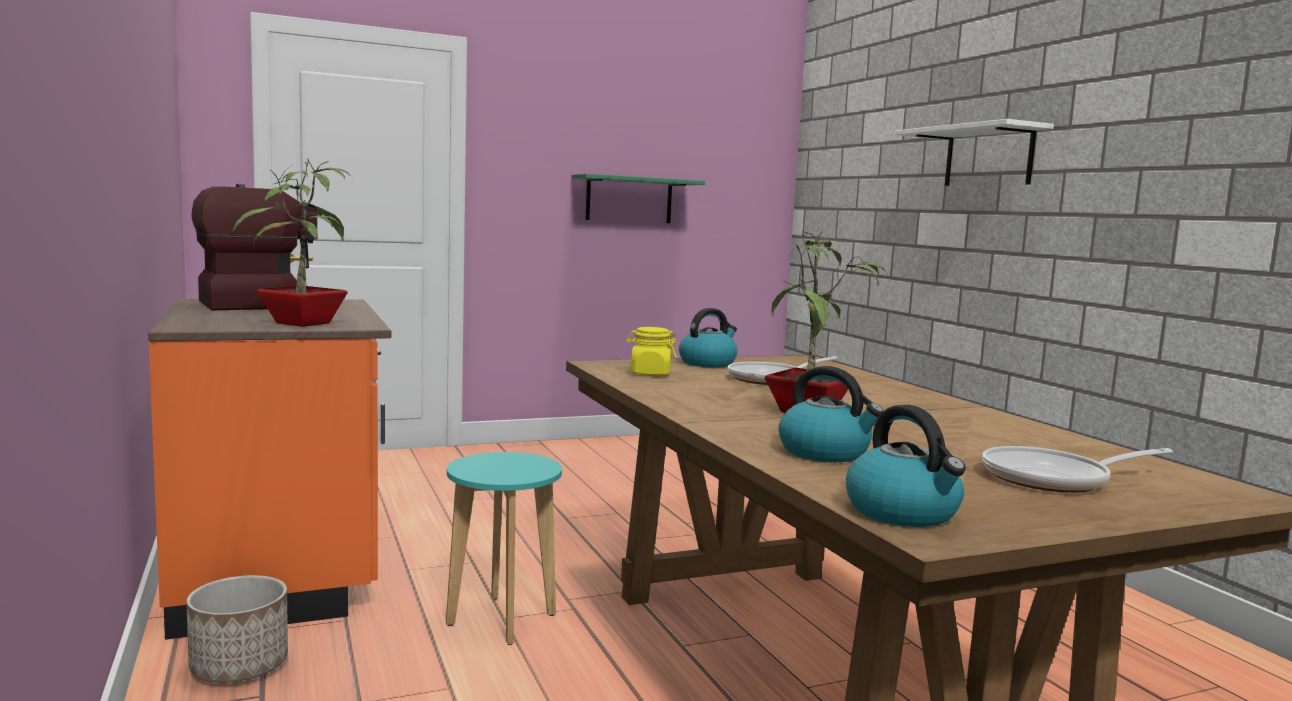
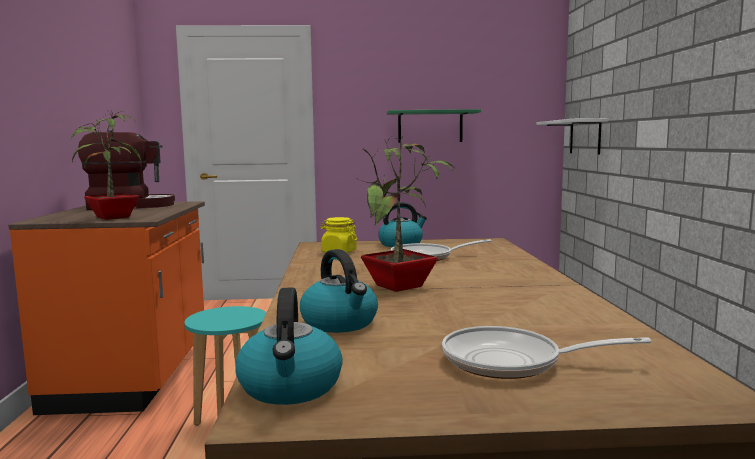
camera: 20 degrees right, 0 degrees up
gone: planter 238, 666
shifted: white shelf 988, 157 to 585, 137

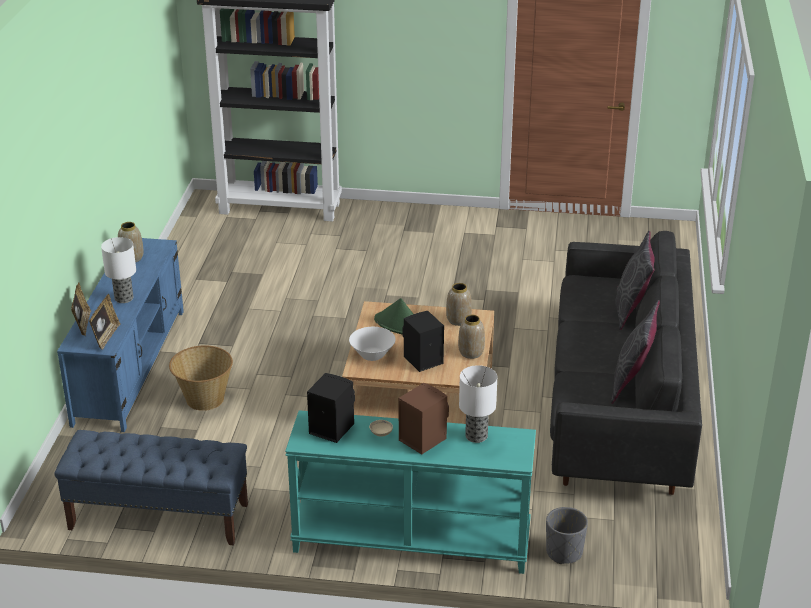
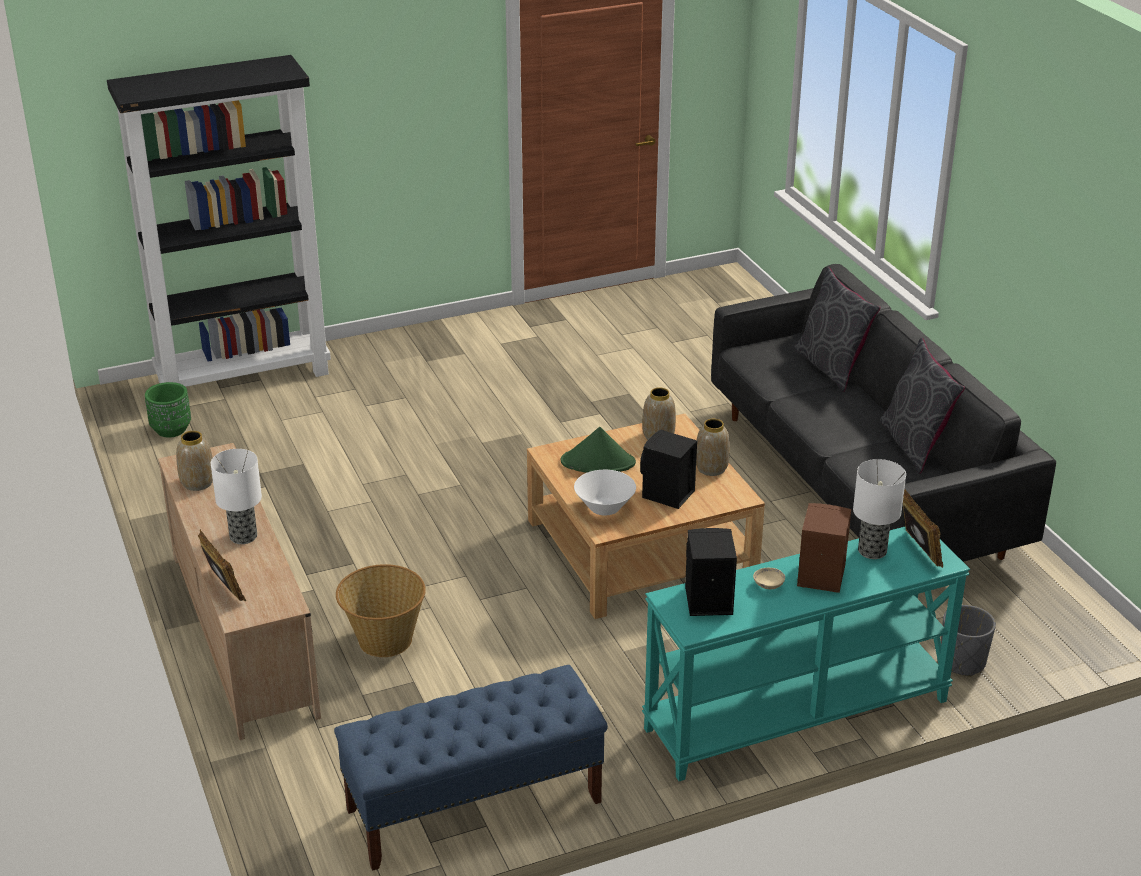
camera: 30 degrees left, 0 degrees up
new: green planter 171, 429
shifted: picture frame 106, 337 to 918, 551
repainted: blue tv stand 130, 365 to beige tv stand 242, 632

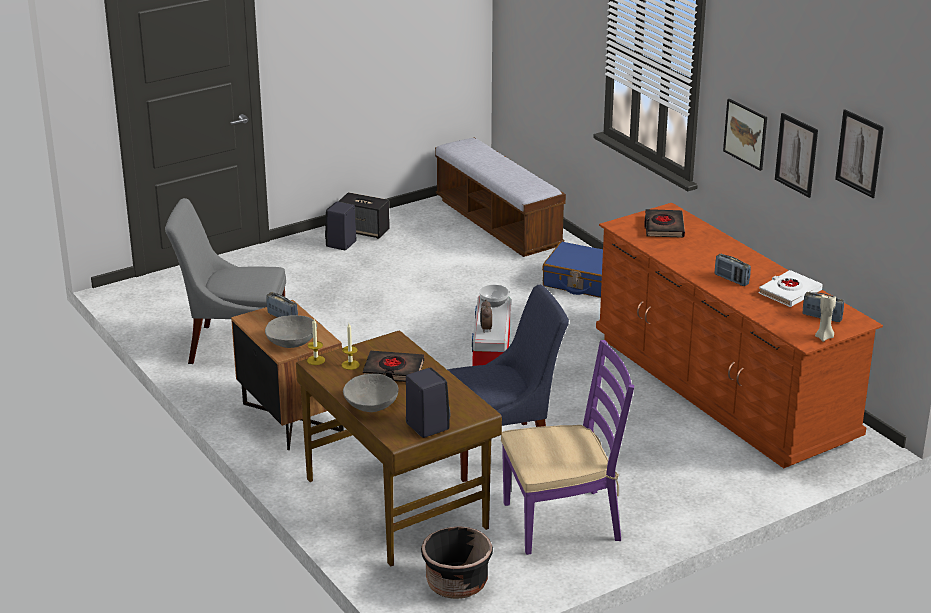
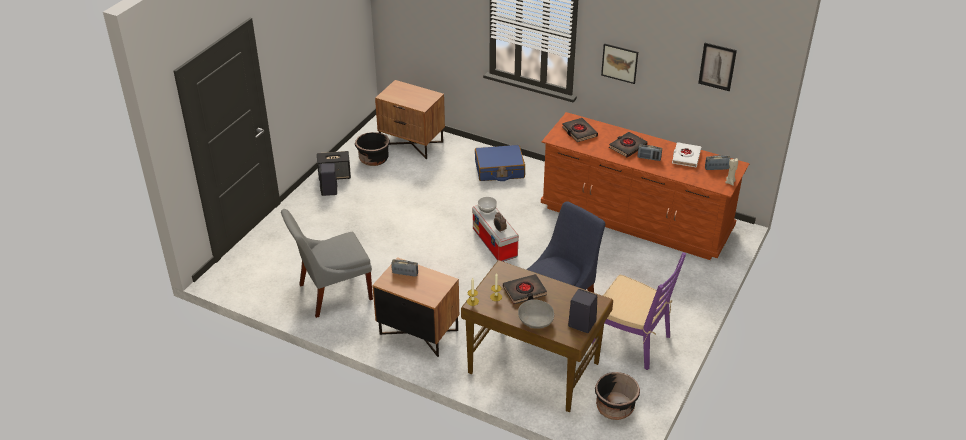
camera: 30 degrees left, 10 degrees up
gone: grey bowl 292, 341; picture 796, 154
new: black planter 373, 159; black book 627, 147
swapped: bench 498, 223 to brown nightstand 412, 143
rotated: purple chair 563, 521 = 632, 341 75 degrees clockwise

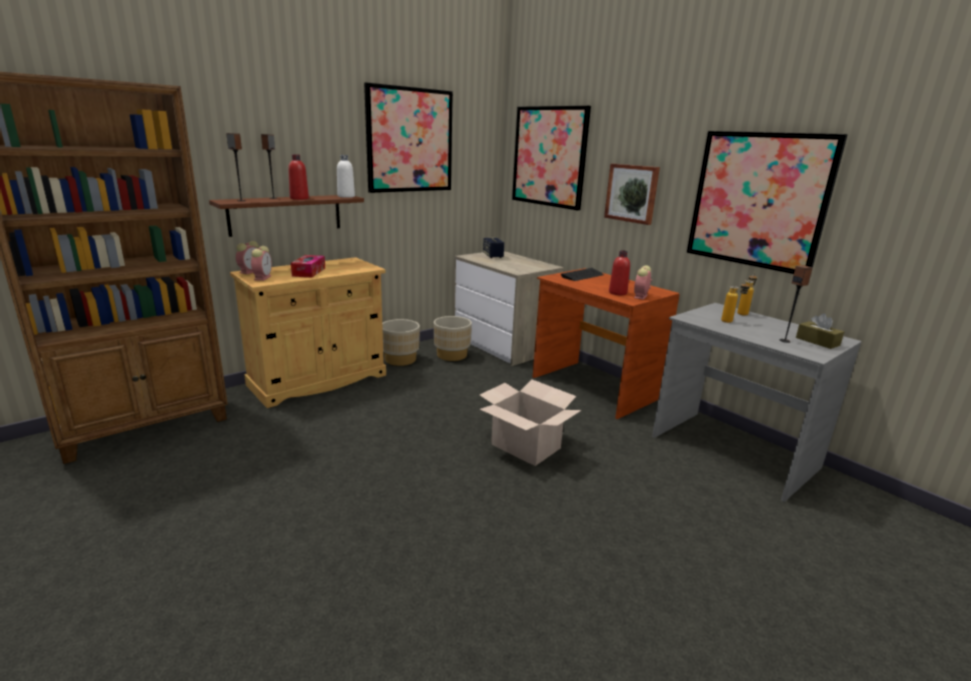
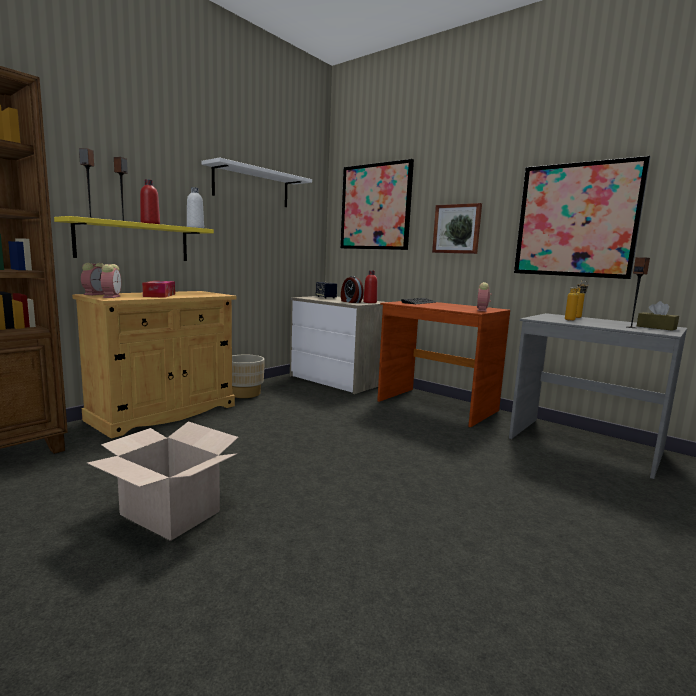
camera: 10 degrees left, 10 degrees down
gone: beige planter 452, 355
new: alarm clock 350, 302
shifted: cardboard box 526, 446 to 171, 513; red bottle 617, 293 to 370, 302
swapped: picture 410, 140 to white shelf 252, 187
repainted: brown shelf 286, 214 to yellow shelf 134, 241

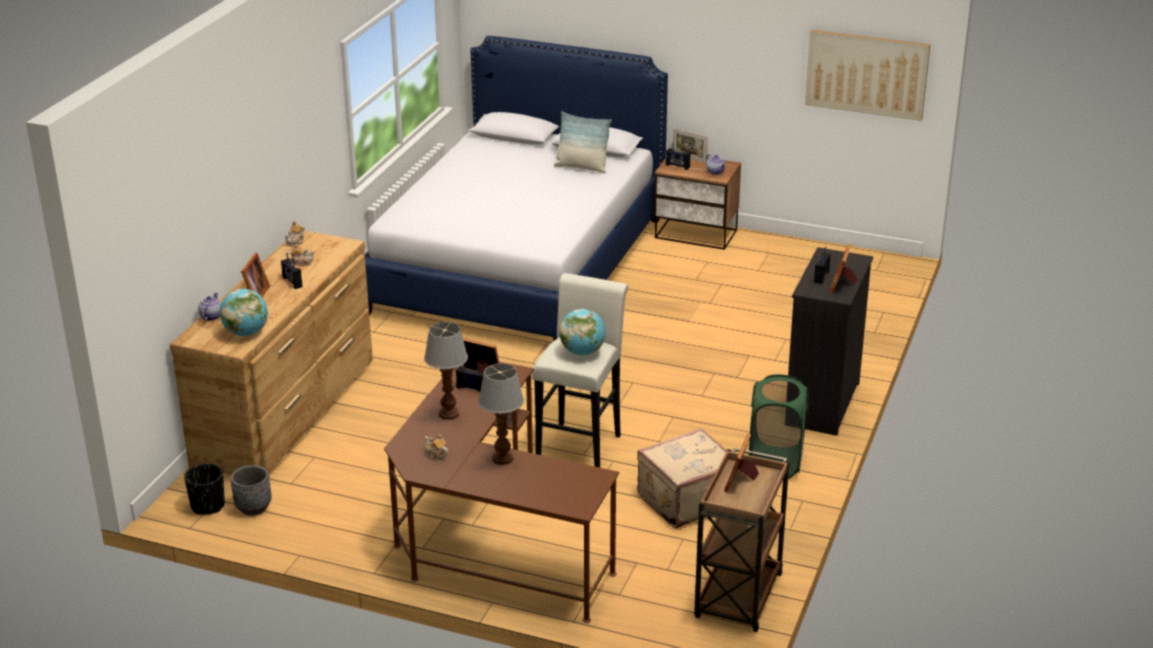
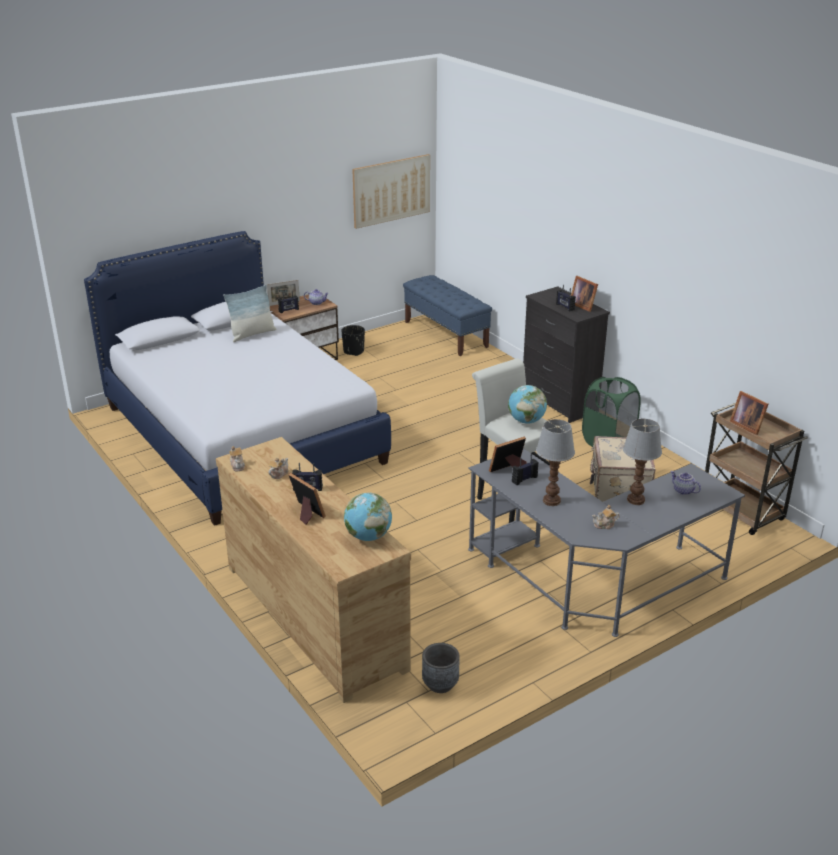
camera: 55 degrees left, 0 degrees up
new: blue bench 446, 334
shifted: black planter 208, 506 to 353, 351; teapot 210, 316 to 683, 491
repainted: brown desk 490, 539 to grey desk 594, 581

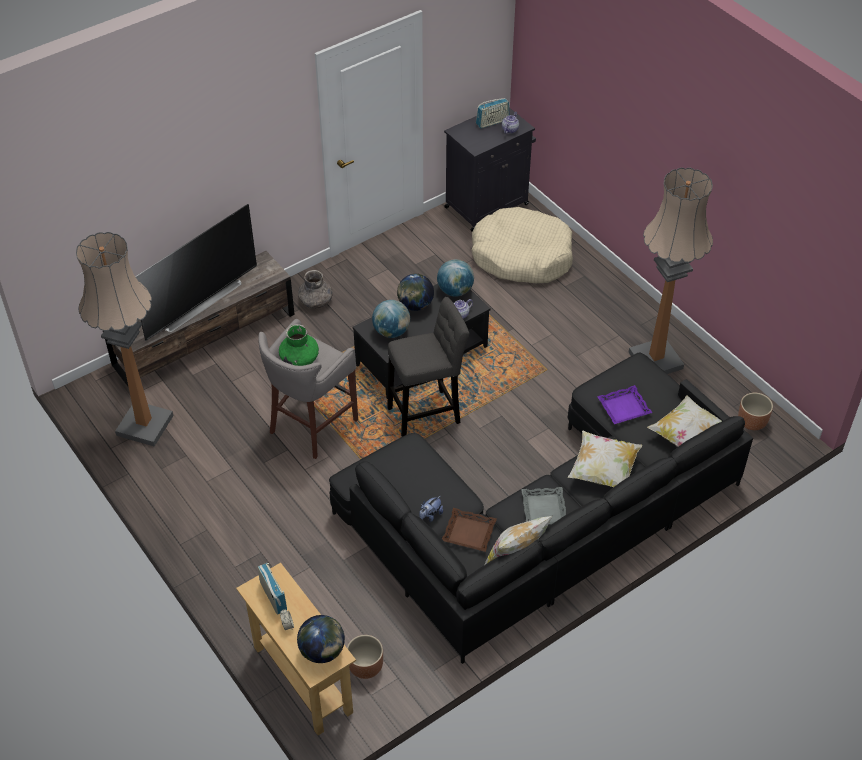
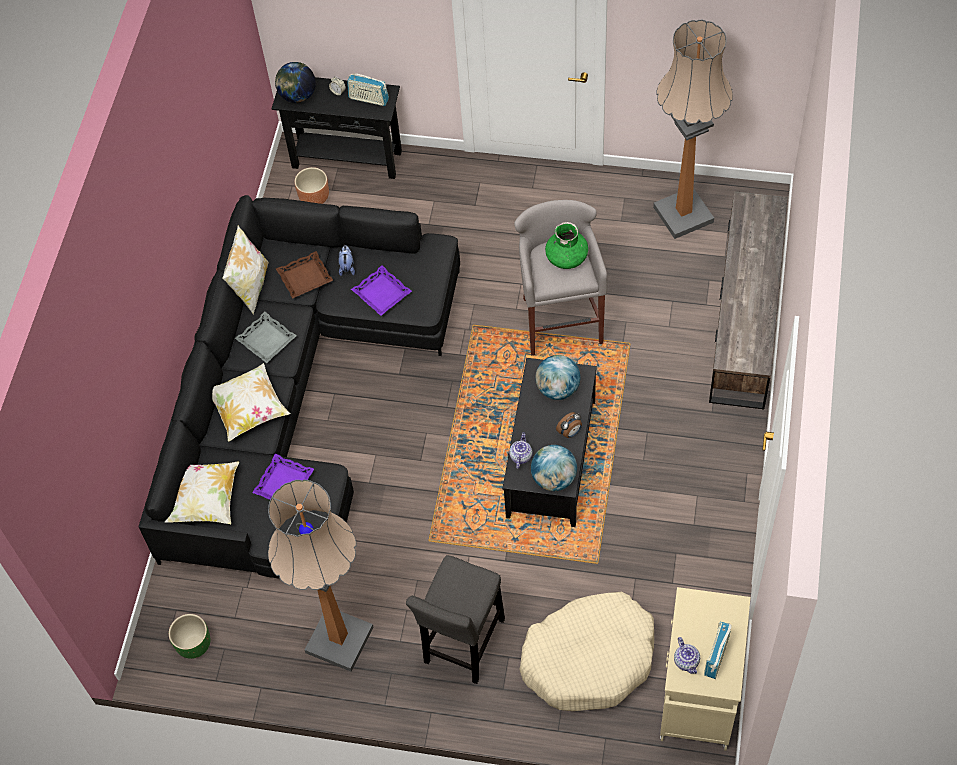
camera: 140 degrees right, 10 degrees up
gone: television 199, 301; grey vase 316, 301
new: purple tray 381, 293
shifted: grey stool 427, 413 to 463, 645
swapped: globe 415, 305 to alarm clock 570, 432
repainted: brown planter 752, 422 to green planter 193, 644; beige console table 302, 679 to black console table 347, 159; black cabinet 488, 205 to beige cabinet 698, 699

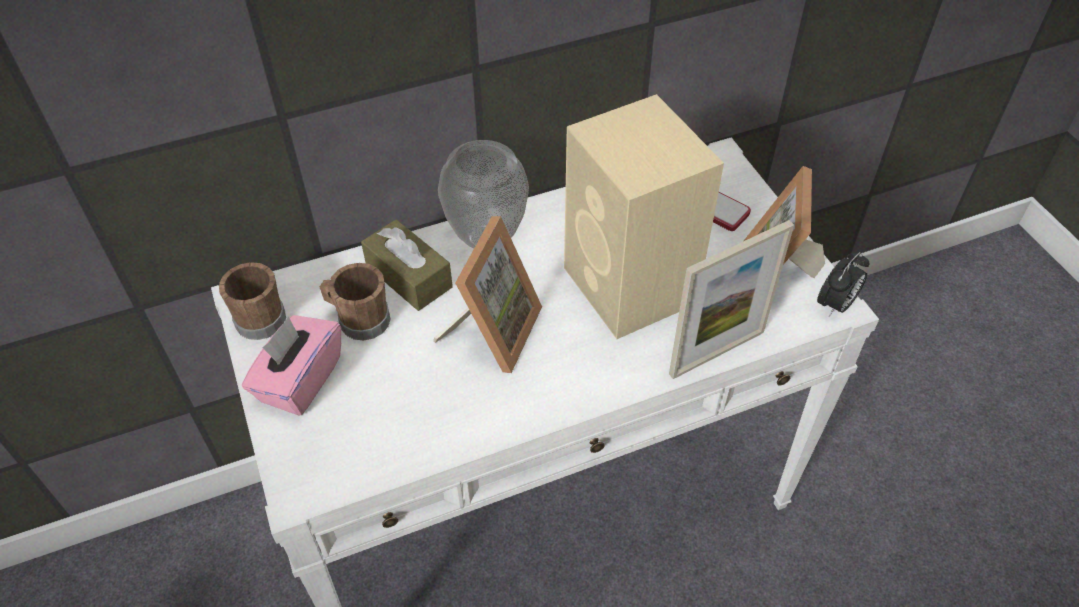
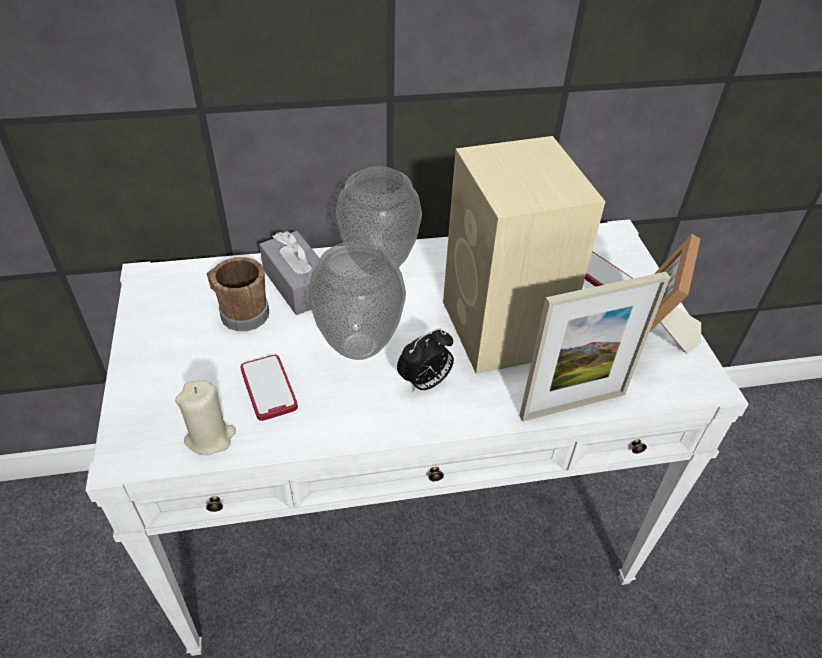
camera: 10 degrees right, 5 degrees down
gone: brown mug 259, 316; pink tissue box 300, 380
new: beige candle 210, 437; phone 269, 388
shifted: alarm clock 836, 305 to 425, 383
swapped: picture frame 492, 331 to vase 358, 345
repainted: brown tissue box 409, 276 to grey tissue box 298, 285

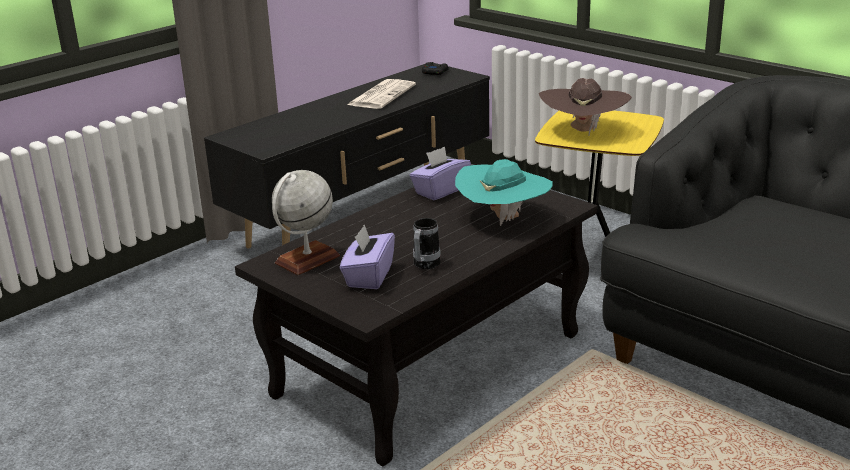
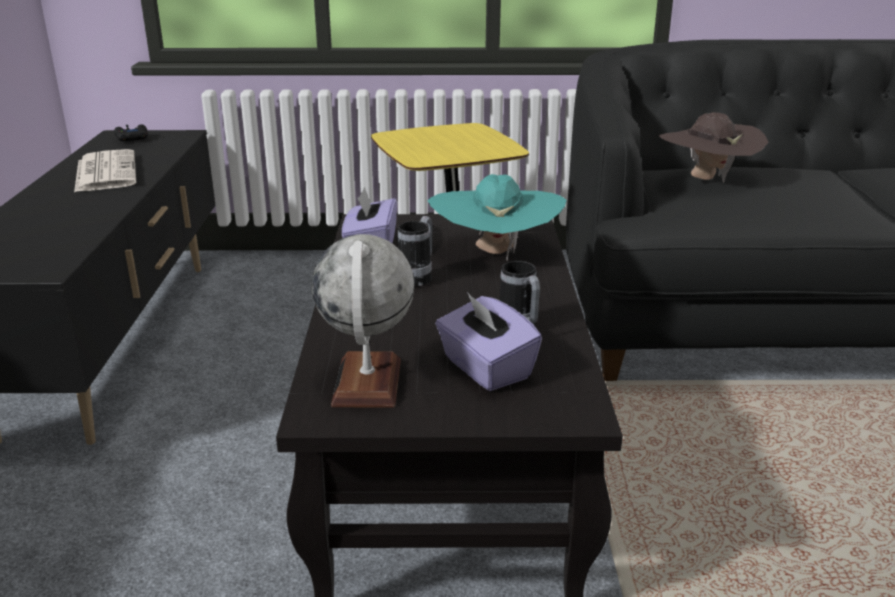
camera: 45 degrees left, 0 degrees up
new: mug 418, 277
shifted: brown hat 583, 131 to 706, 179

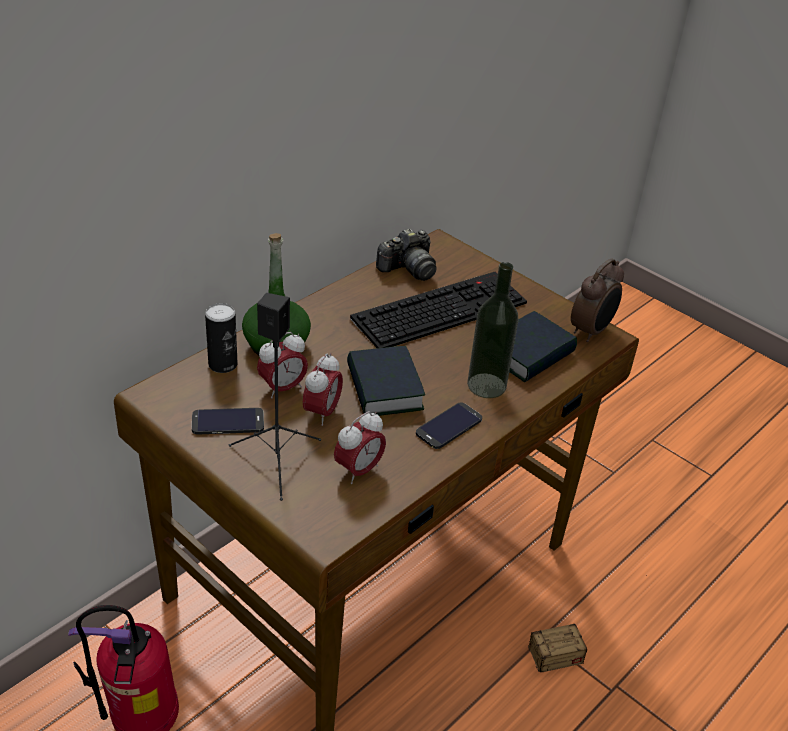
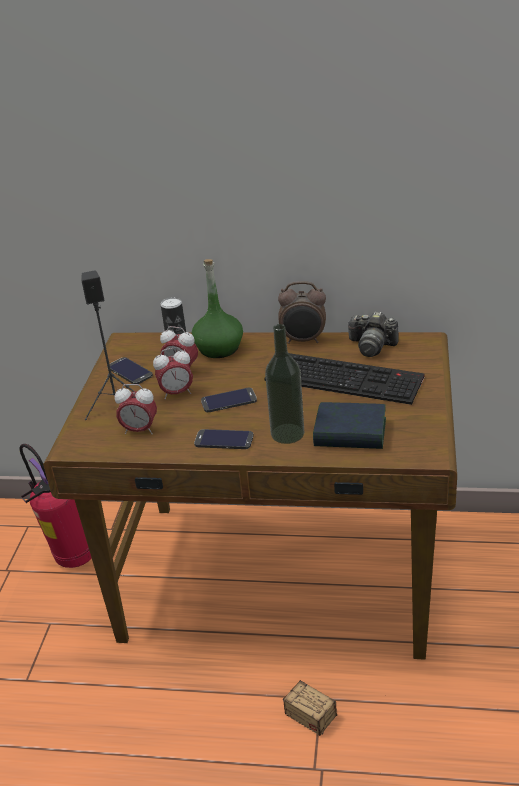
camera: 60 degrees right, 5 degrees down
shifted: alarm clock 591, 331 to 303, 340
swapped: book 384, 389 to phone 229, 400

